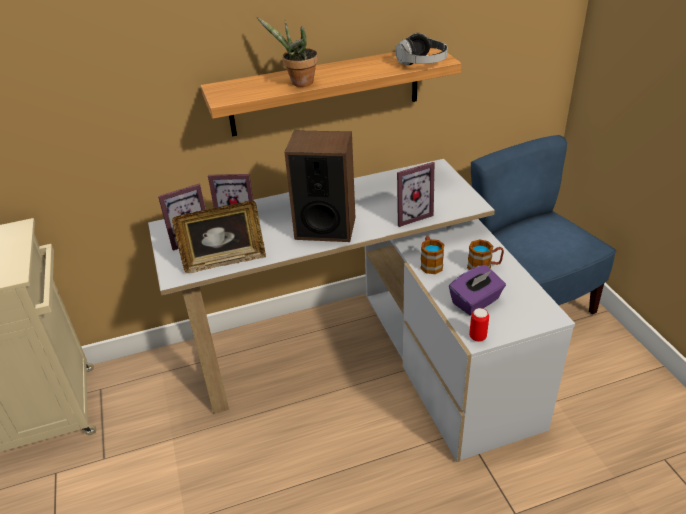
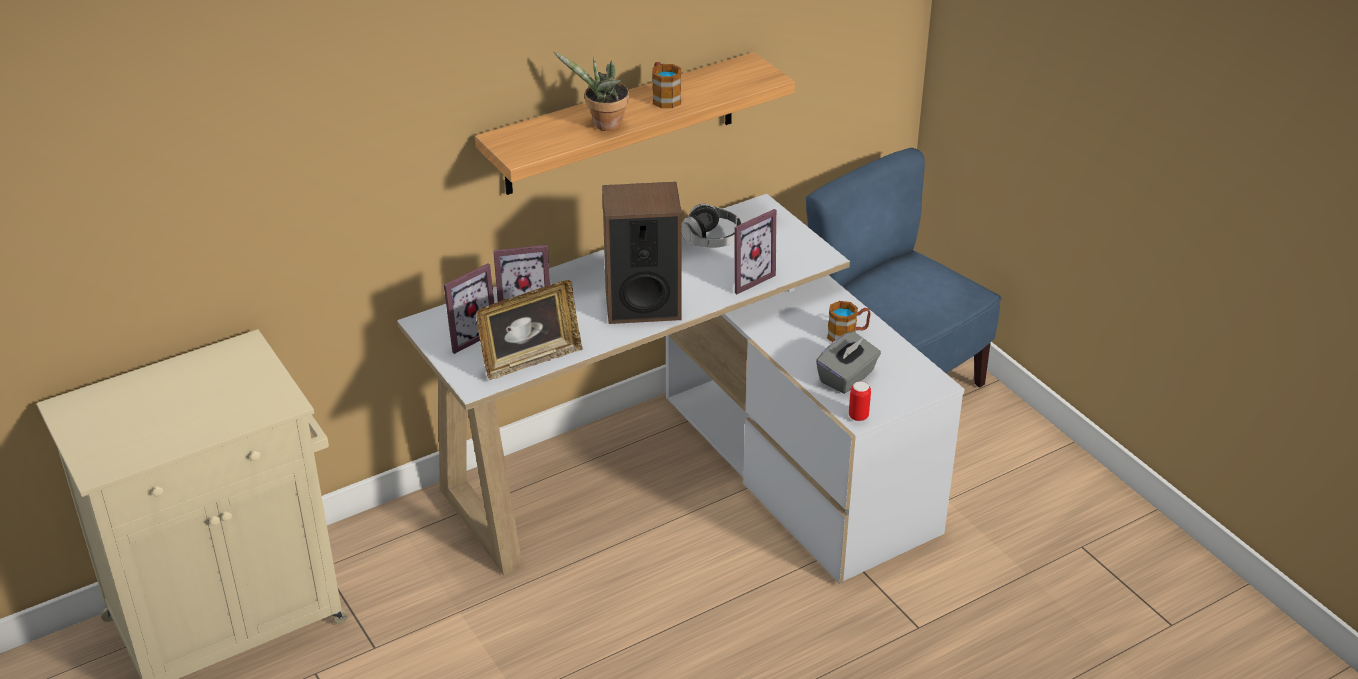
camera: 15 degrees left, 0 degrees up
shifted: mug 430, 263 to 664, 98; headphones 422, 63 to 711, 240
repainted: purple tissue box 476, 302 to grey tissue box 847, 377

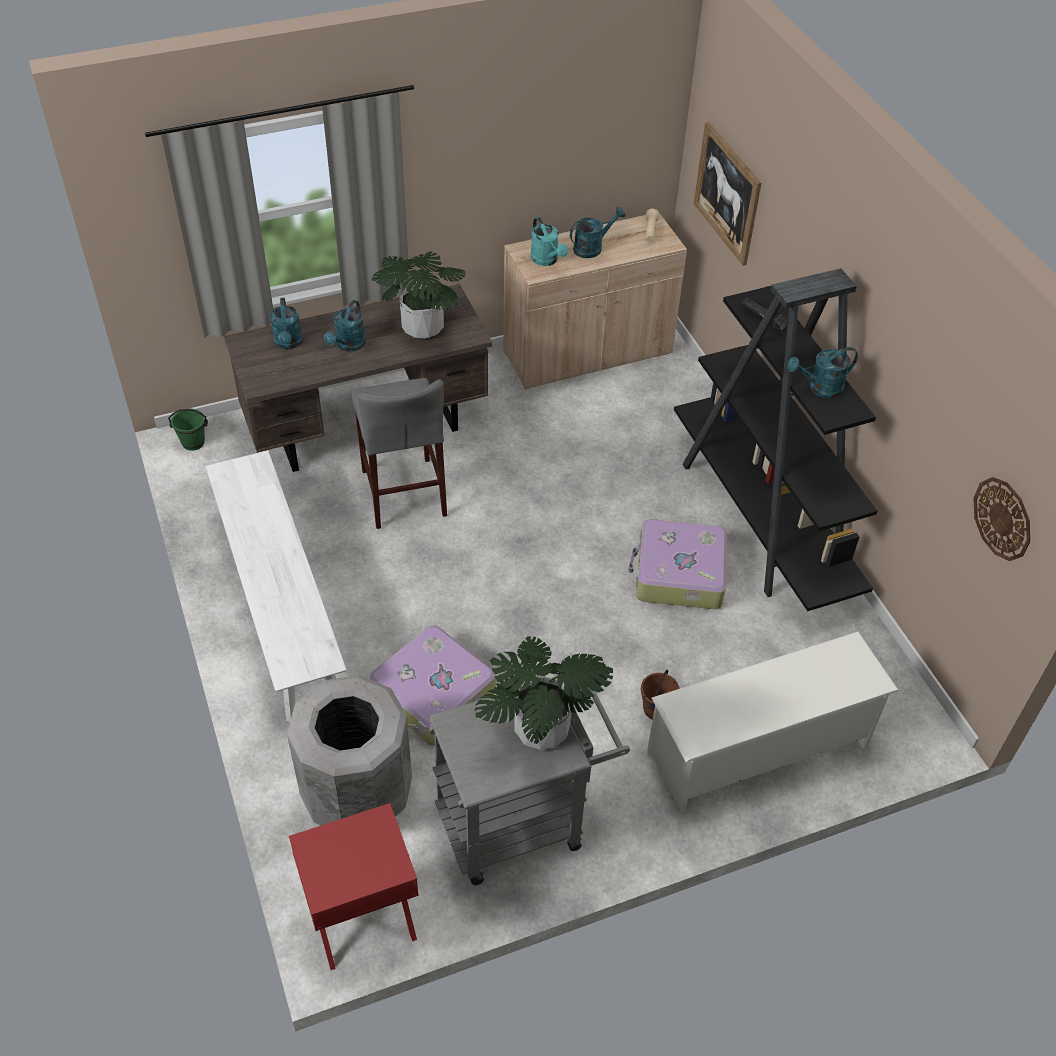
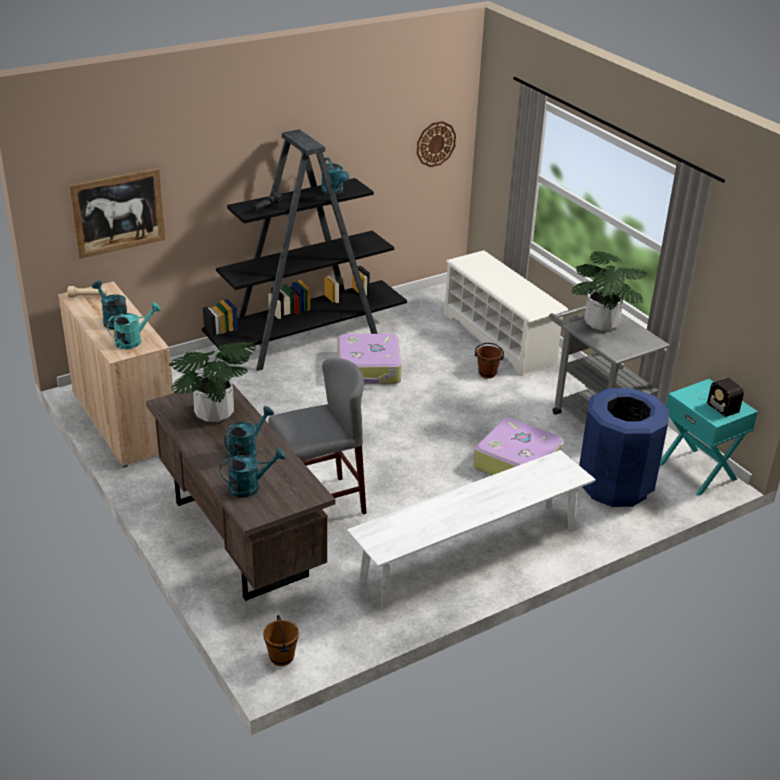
camera: 100 degrees left, 15 degrees down
new: radio 717, 402
repainted: green bucket 193, 442 to brown bucket 281, 657; grey trash can 357, 795 to blue trash can 615, 486; red nightstand 362, 918 to turquoise nightstand 697, 471
rotated: turquoise watering can 348, 345 = 246, 451 60 degrees counterclockwise

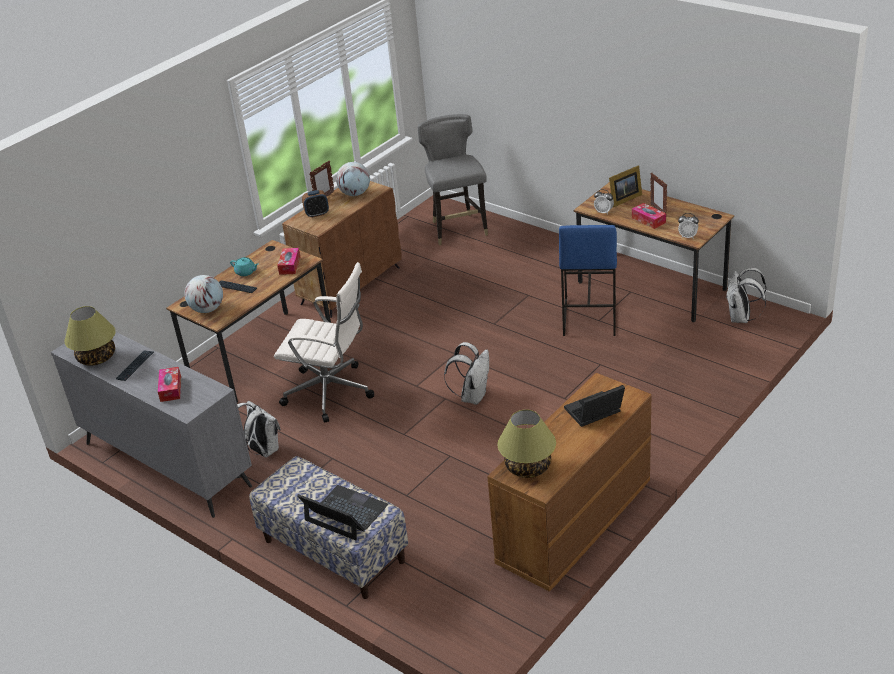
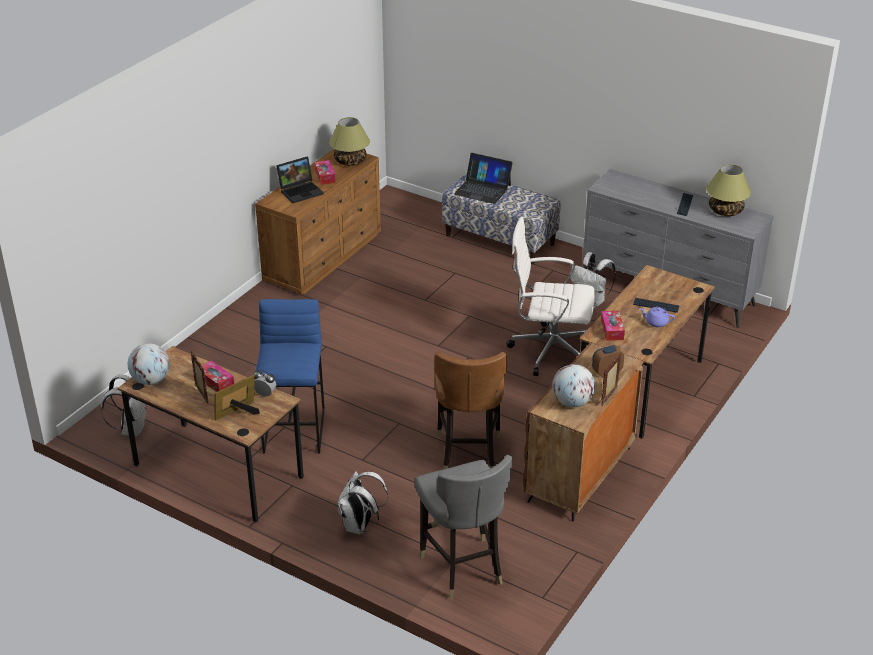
camera: 170 degrees right, 0 degrees up
gone: alarm clock 687, 236
new: brown chair 468, 453
shifted: globe 207, 309 to 151, 380; tissue box 170, 389 to 325, 176; white backpack 472, 396 to 360, 526
repainted: turquoise teapot 246, 272 to purple teapot 656, 322

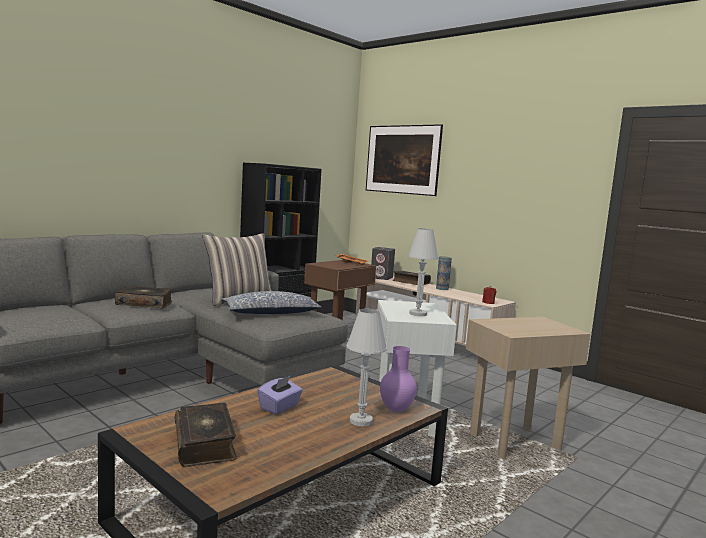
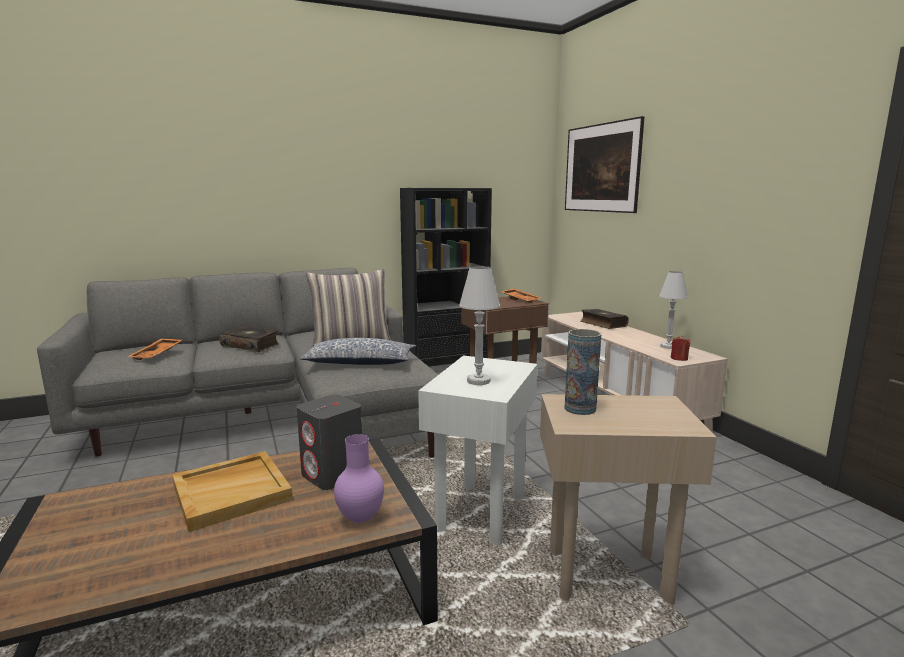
camera: 25 degrees right, 5 degrees up
gone: book 205, 443
new: orange tray 158, 354
shifted: grey speaker 381, 278 to 333, 475; vase 442, 288 to 580, 408; white table lamp 360, 421 to 668, 346
swapped: purple tissue box 279, 407 to beige tray 232, 492

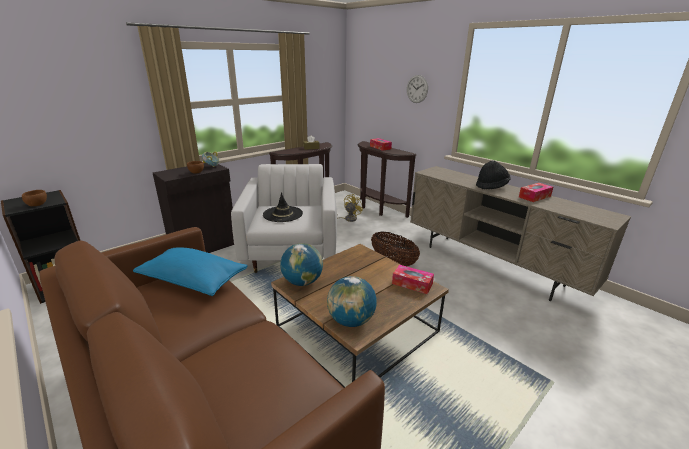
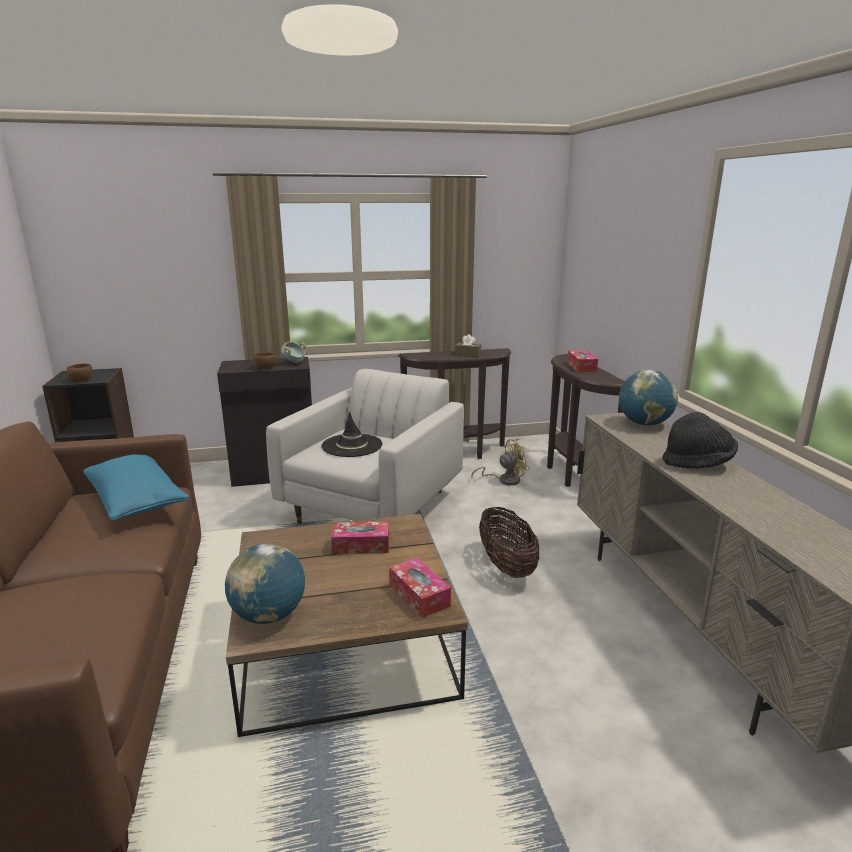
camera: 30 degrees right, 5 degrees down
gone: wall clock 417, 89
shifted: tissue box 534, 196 to 361, 545; globe 302, 282 to 644, 423

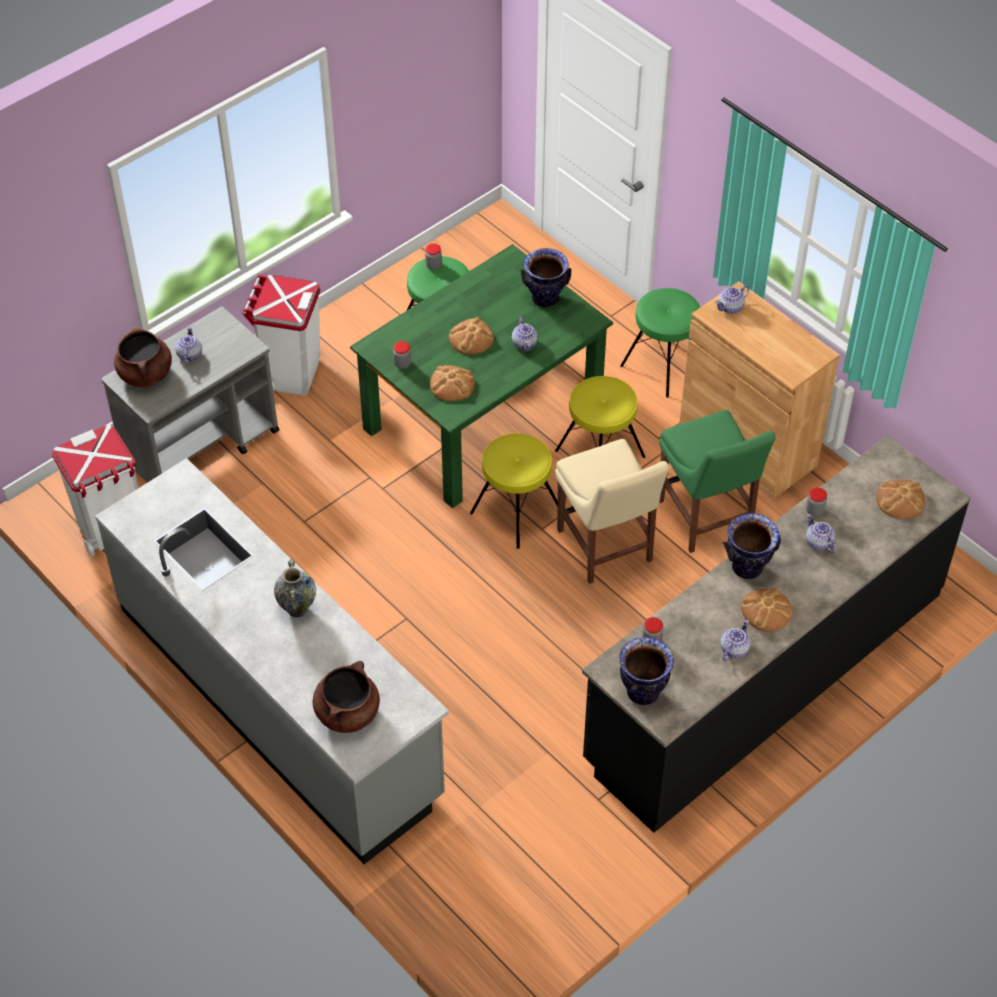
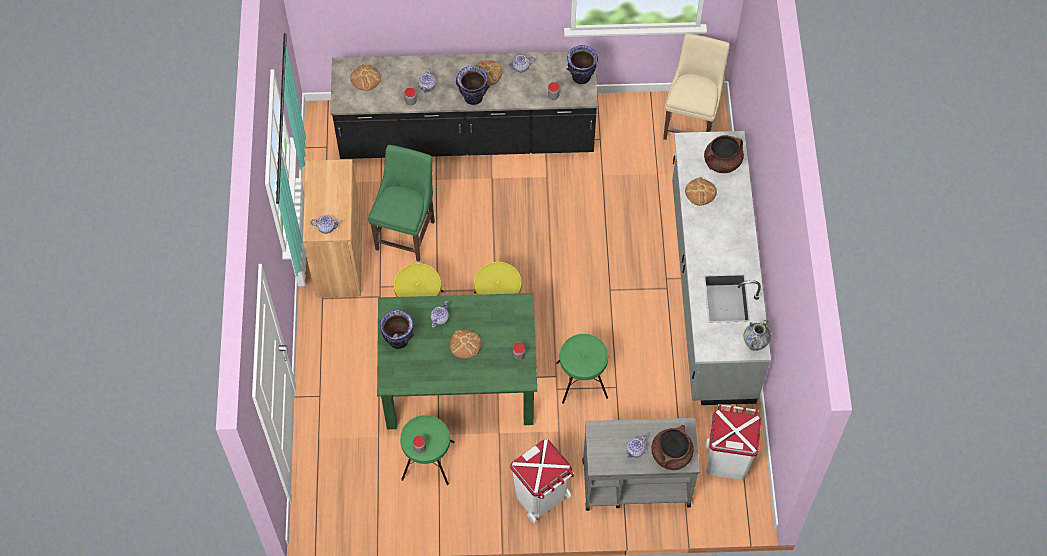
camera: 140 degrees left, 10 degrees up
shifted: green stool 663, 365 to 582, 380; beige chair 606, 549 to 691, 123; bread 452, 384 to 700, 192; vase 297, 608 to 754, 345

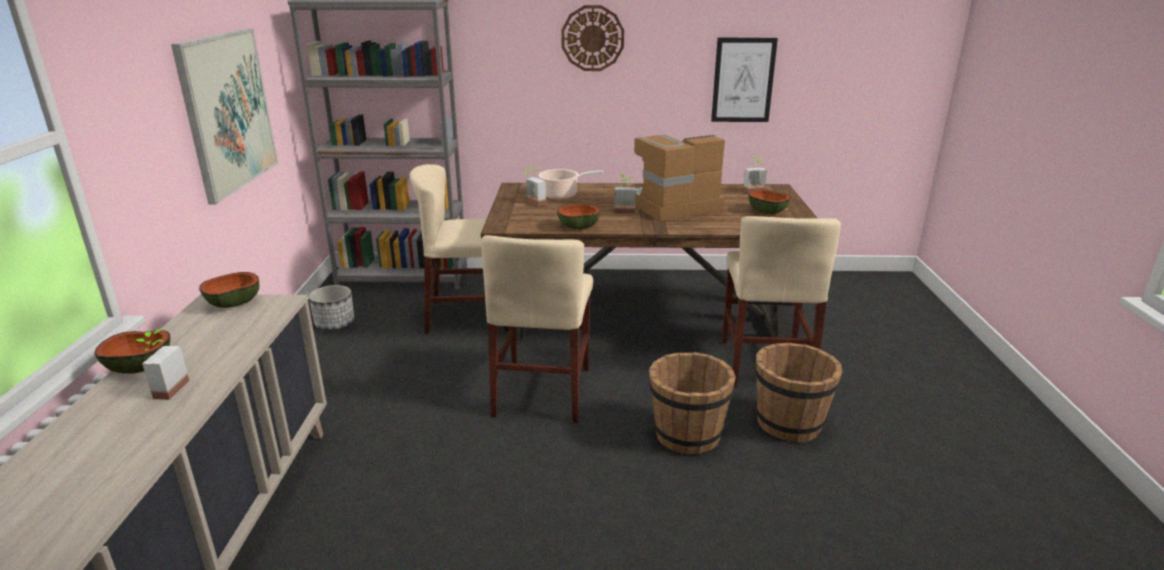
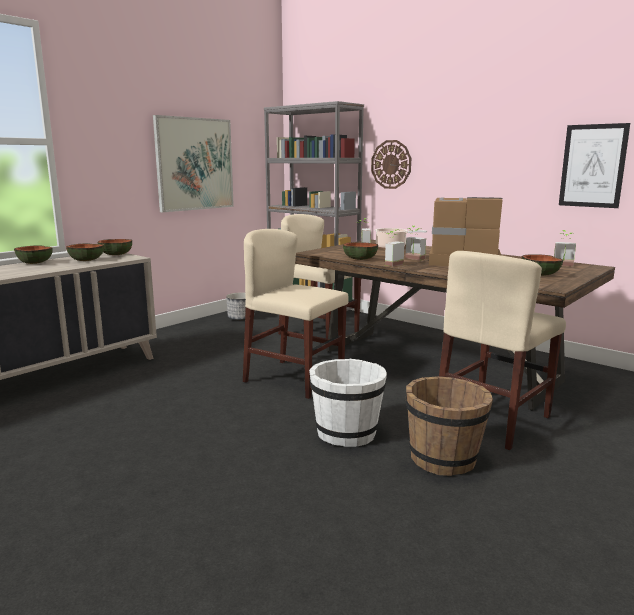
camera: 40 degrees right, 10 degrees down
new: bowl 87, 260
shifted: wall clock 592, 38 to 391, 164; potted plant 164, 389 to 391, 264
repainted: brown bucket 687, 434 to white bucket 346, 433
rotated: beige chair 542, 391 = 294, 378 75 degrees clockwise

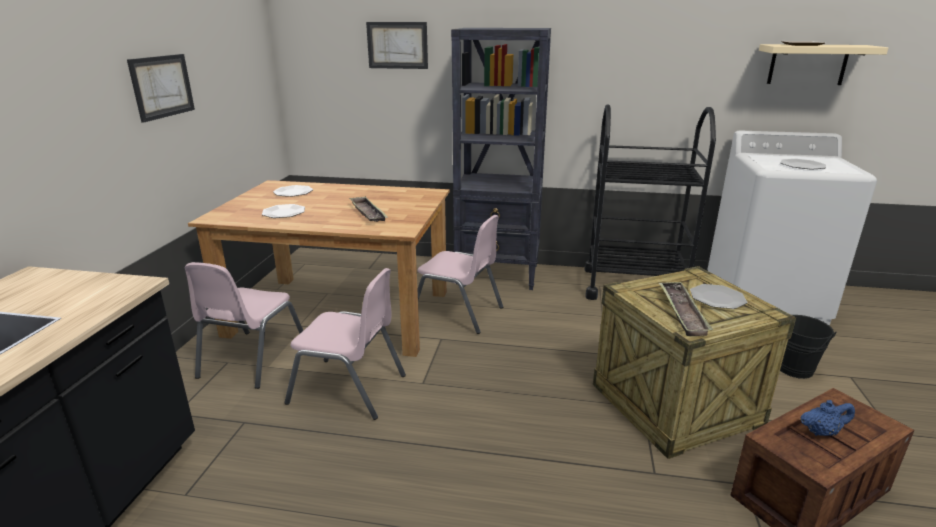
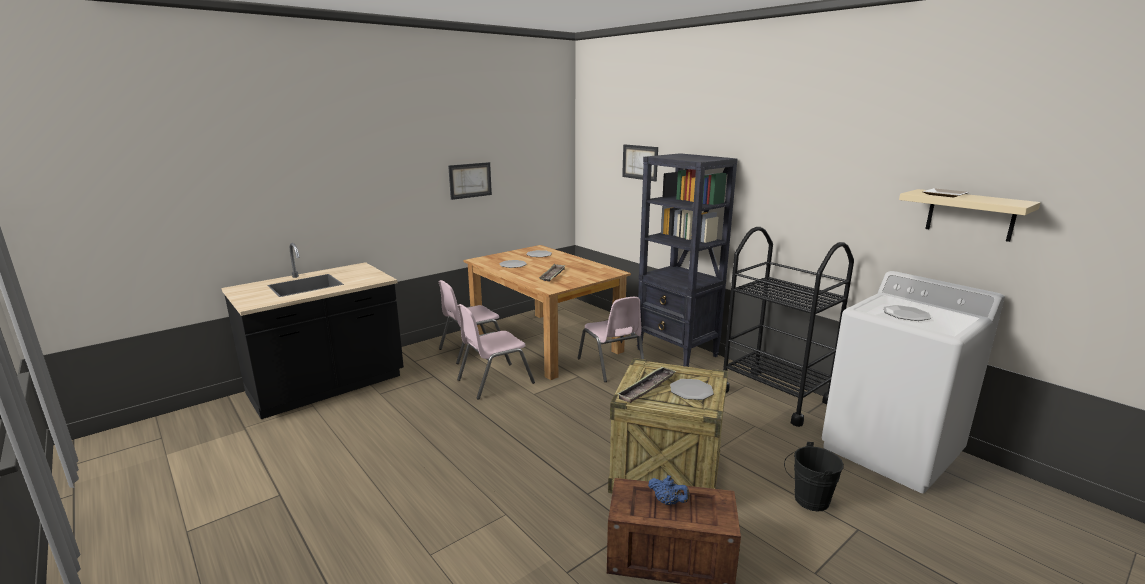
camera: 40 degrees right, 5 degrees down
rotated: pink chair 348, 389 = 494, 381 90 degrees clockwise

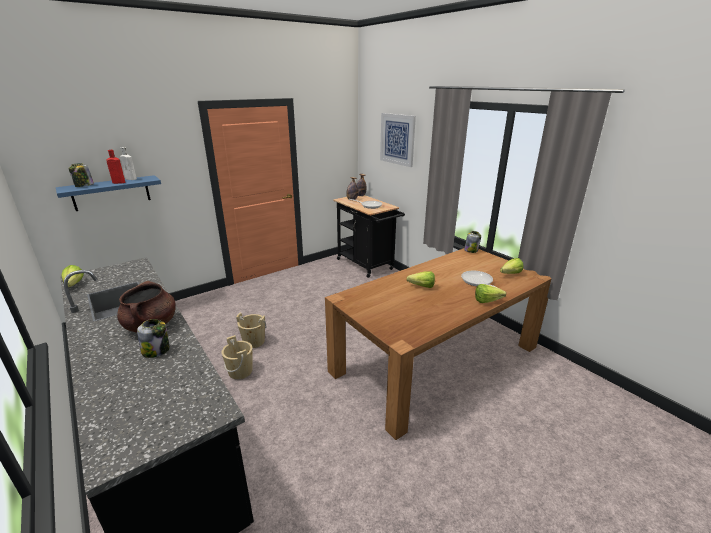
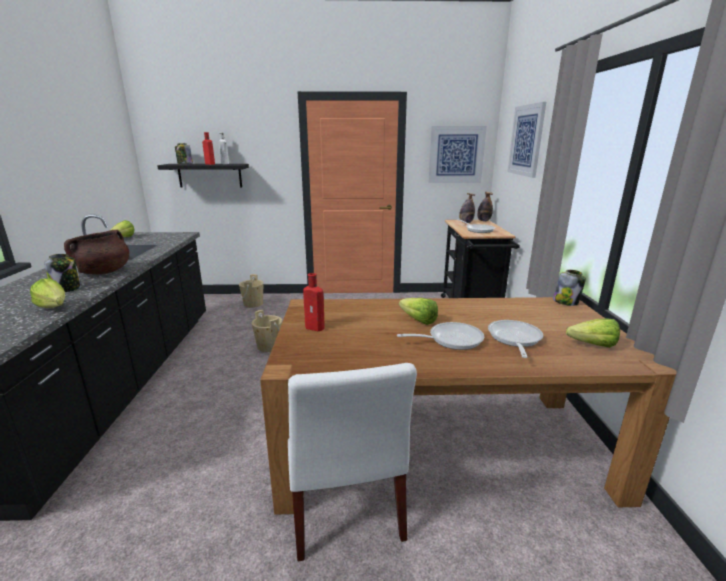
camera: 35 degrees right, 5 degrees down
new: white chair 344, 505; red bottle 316, 328; frying pan 450, 339; picture 456, 154
shifted: lettuce 489, 301 to 54, 309; beige bucket 240, 371 to 253, 304
repainted: blue shelf 111, 193 to black shelf 210, 175

